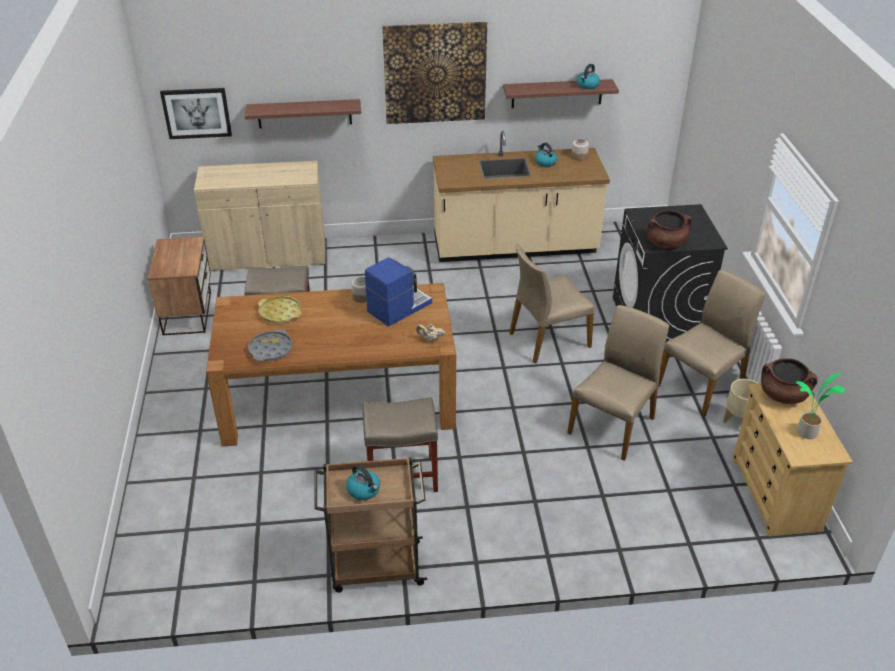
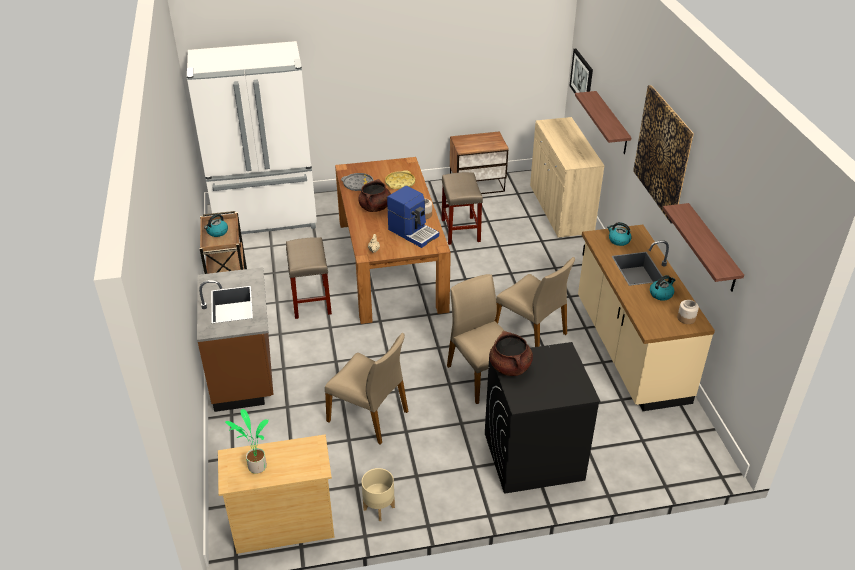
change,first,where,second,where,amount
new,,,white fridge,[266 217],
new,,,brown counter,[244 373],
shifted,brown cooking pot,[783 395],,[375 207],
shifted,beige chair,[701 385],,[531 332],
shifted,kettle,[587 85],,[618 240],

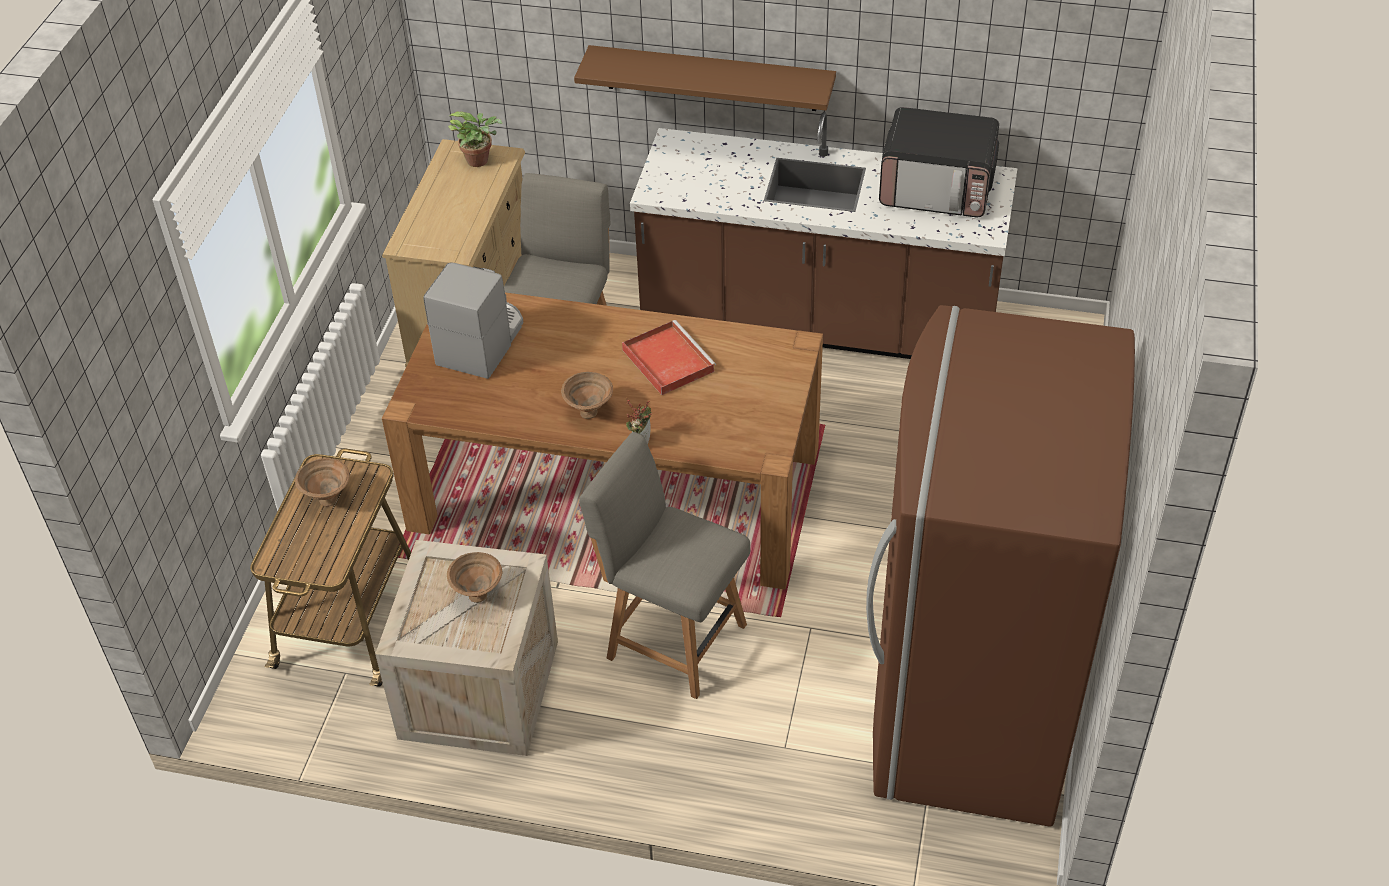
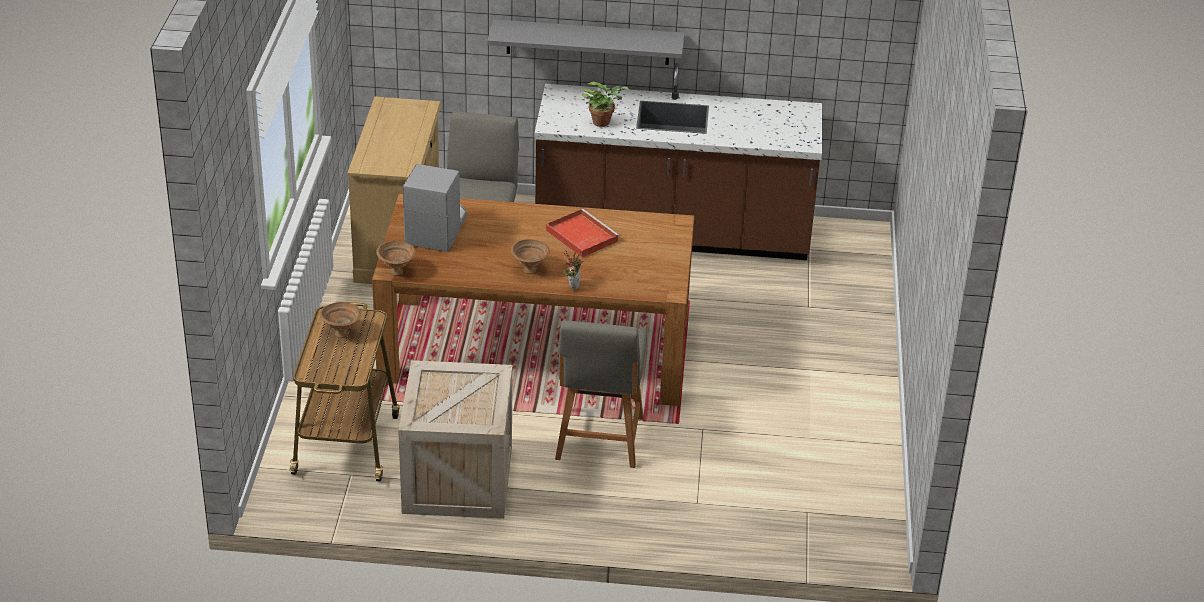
change,first,where,second,where,amount
shifted,brown bowl,[478 594],,[396 271],
repainted,brown shelf,[711 78],grey shelf,[588 42],
rotated,grey chair,[672 639],,[599 441],105 degrees counterclockwise
shifted,potted plant,[480 160],,[603 122],
gone,brown fridge,[971 708],,,
gone,microwave,[937 188],,,

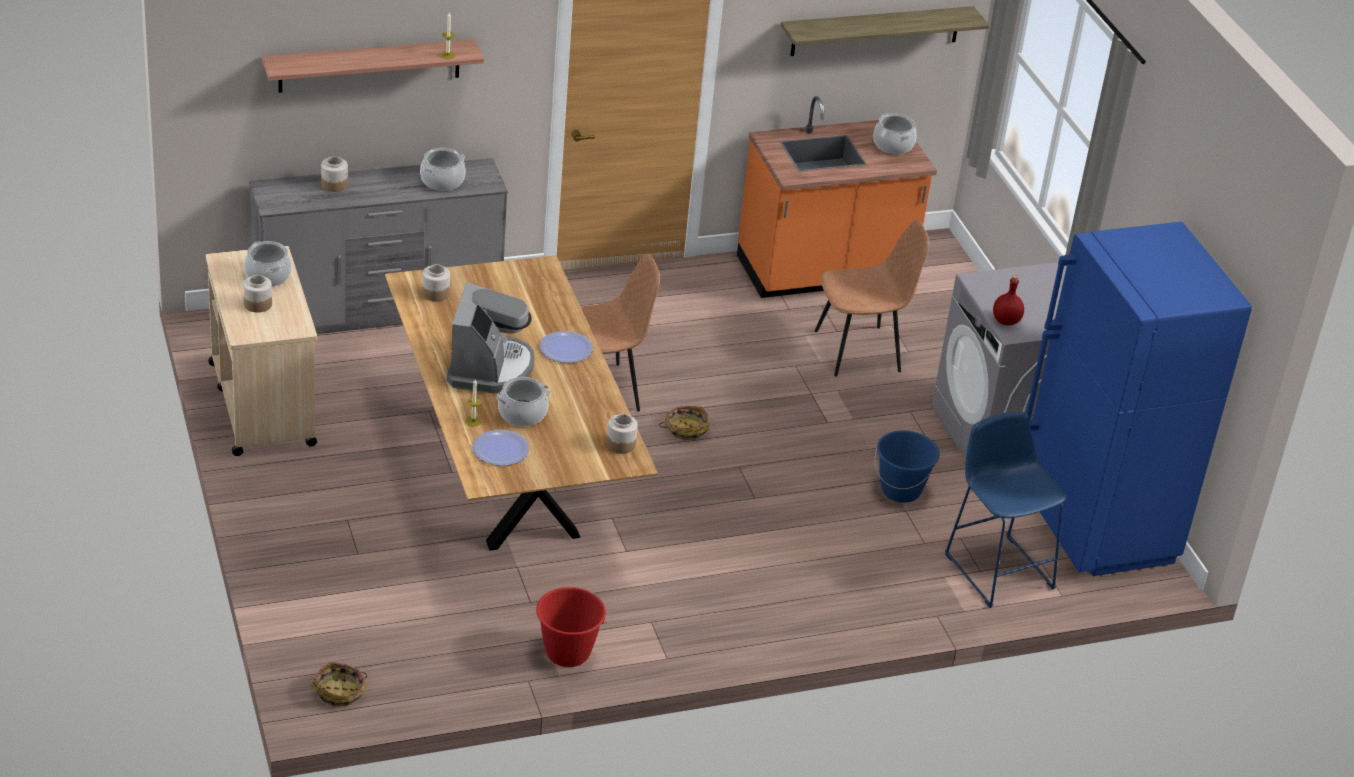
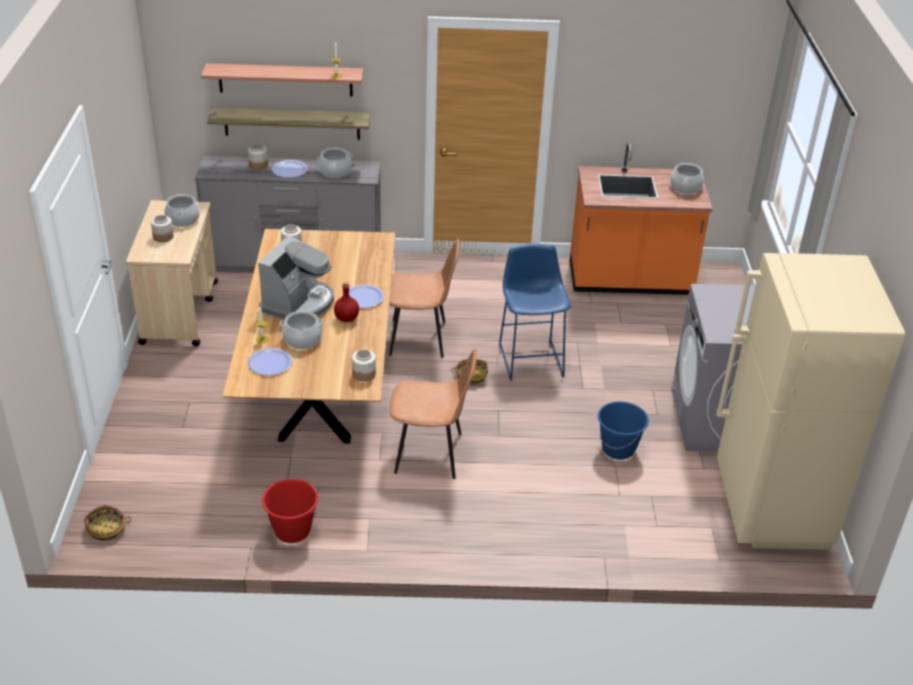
change,first,where,second,where,amount
shifted,shelf,[876 31],,[292 123],
new,,,plate,[289 170],
shifted,red bottle,[1006 321],,[347 318],
shifted,brown chair,[860 351],,[431 453],
shifted,blue stool,[996 567],,[530 357],
repainted,blue fridge,[1096 528],beige fridge,[771 508],

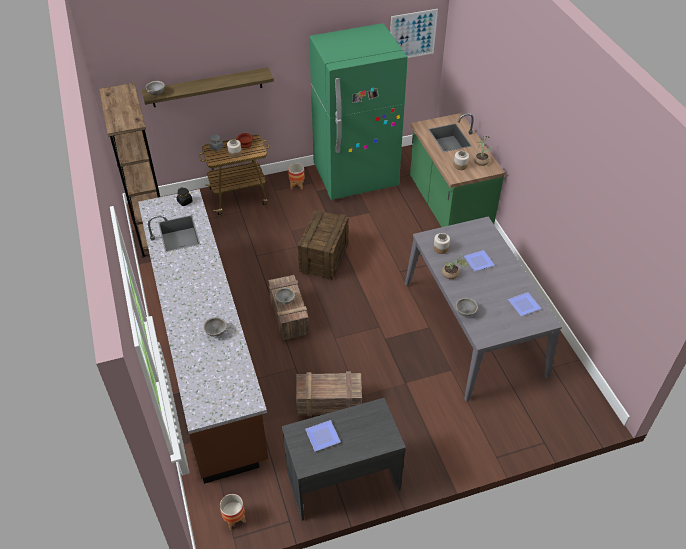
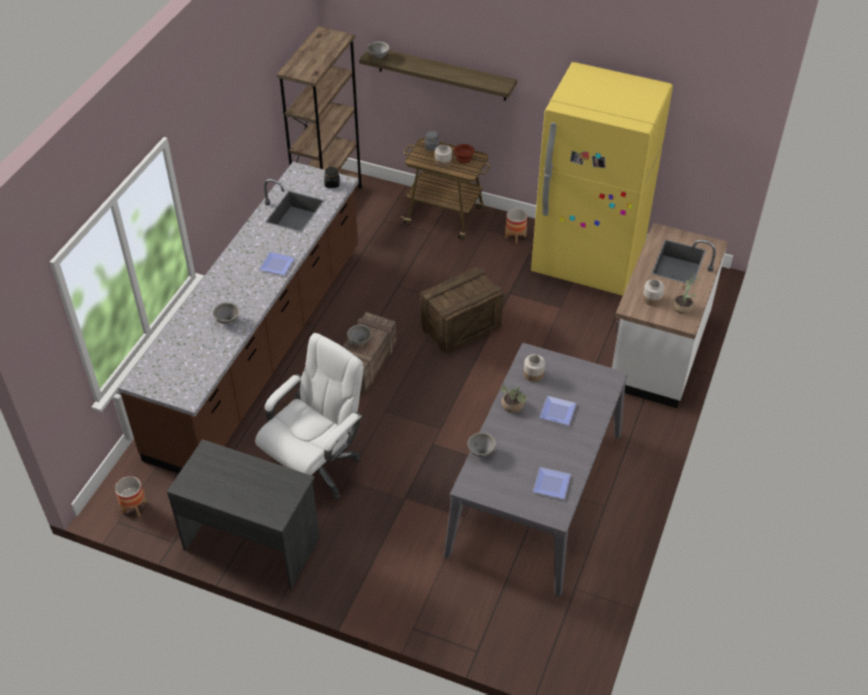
change,first,where,second,where,amount
swapped,crate,[330 402],white office chair,[316 467],
shifted,plate,[324 437],,[277 266],
repainted,green fridge,[355 177],yellow fridge,[588 262],
repainted,green counter,[448 206],white counter,[658 351],
gone,picture,[412 35],,,

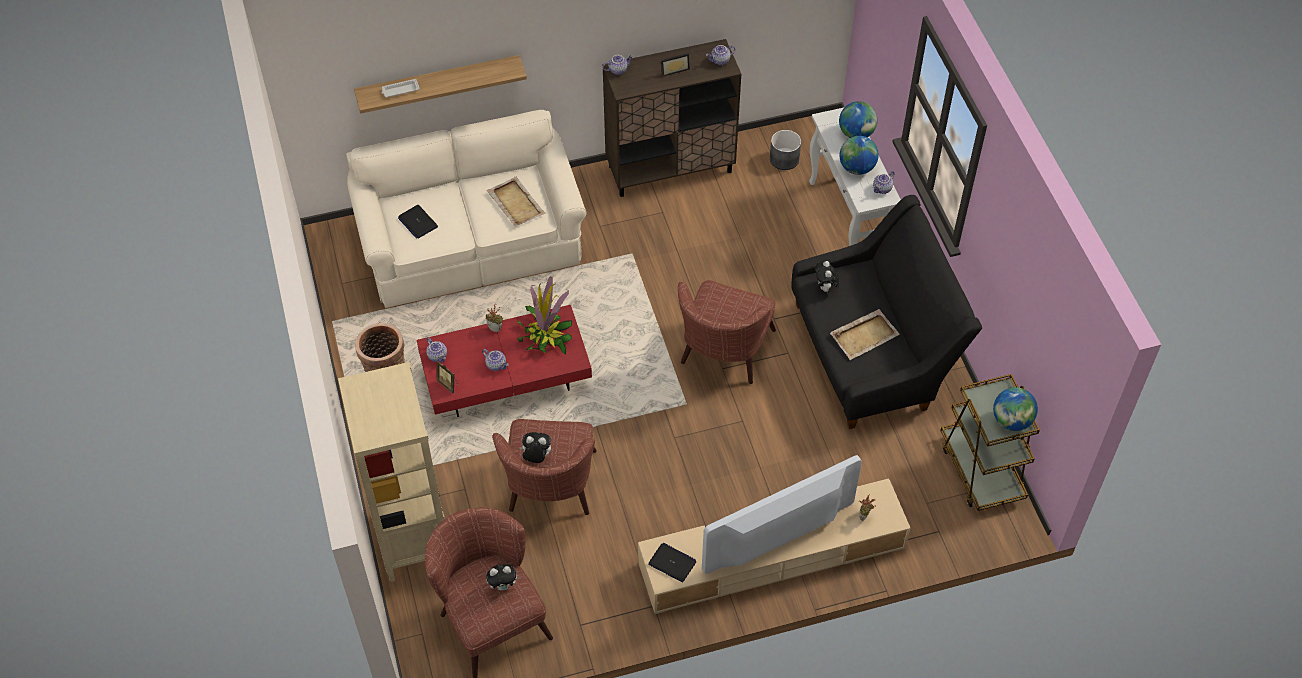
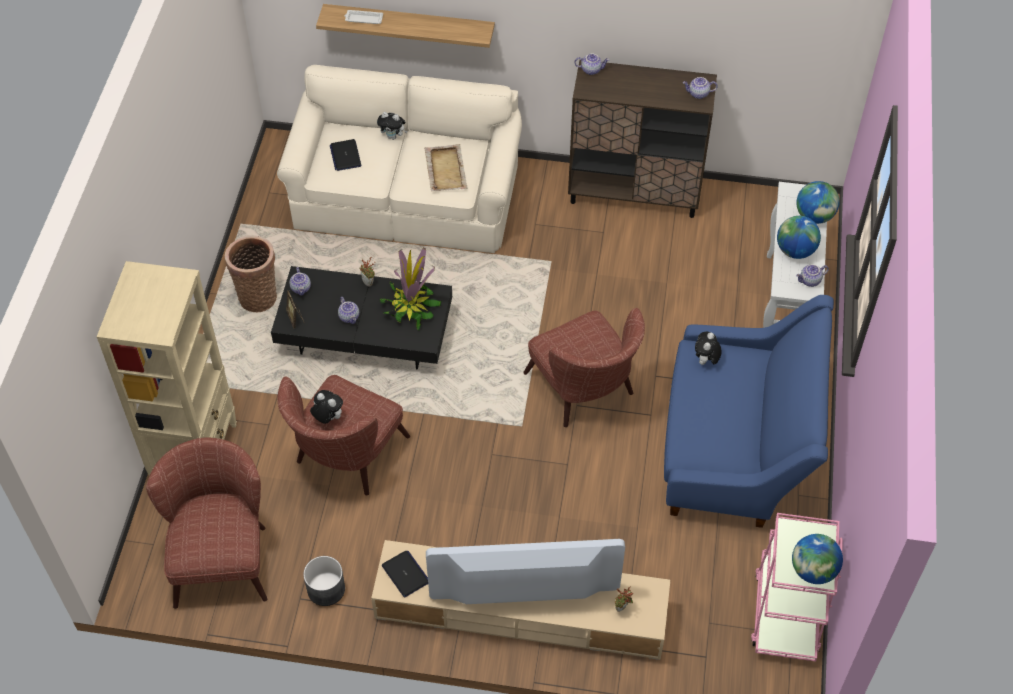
change,first,where,second,where,amount
repainted,red coffee table,[506 378],black coffee table,[366 335],
shifted,grey planter,[784 159],,[325 589],
shifted,plush toy,[503 585],,[393 136],
rotated,brown armchair,[723 355],,[584 392],75 degrees counterclockwise
repainted,black sofa,[871 353],blue sofa,[735 447],
repainted,brown cart,[981 470],pink cart,[786 612],
gone,picture frame,[674 69],,,
gone,beige tray,[865 335],,,

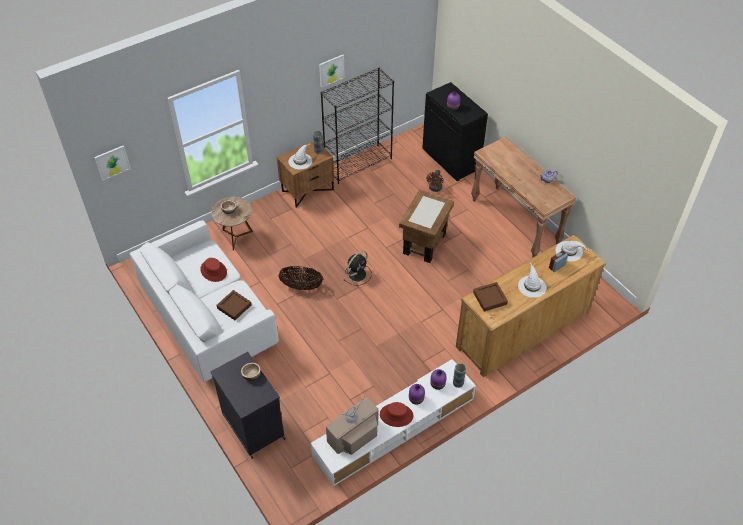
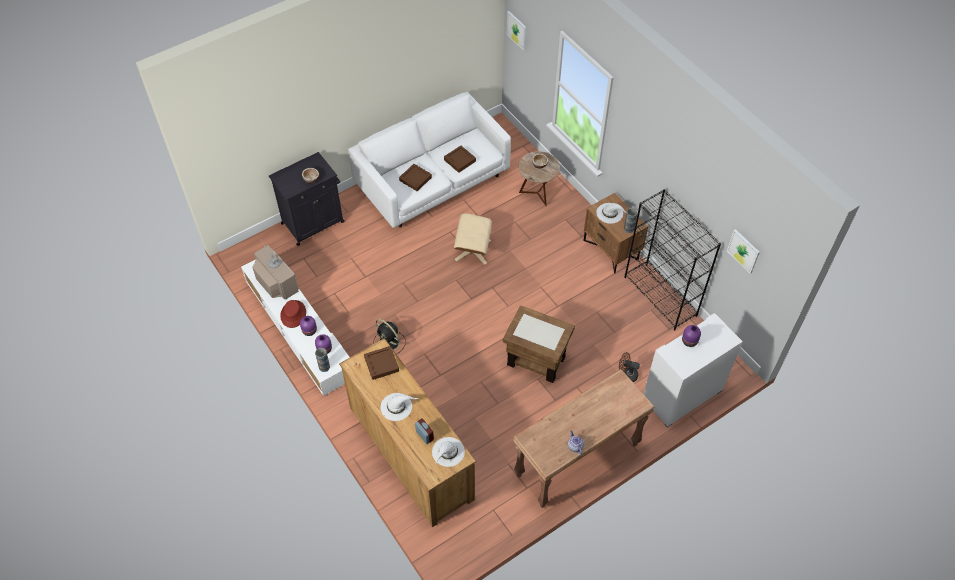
change,first,where,second,where,amount
shifted,black fan,[358 274],,[389 343],
swapped,red hat,[213 271],brown tray,[459 160],
swapped,basket,[301 286],beige ottoman,[472 250],
repainted,black cabinet,[451 159],white cabinet,[682 395],
shifted,picture,[331 70],,[743 251],

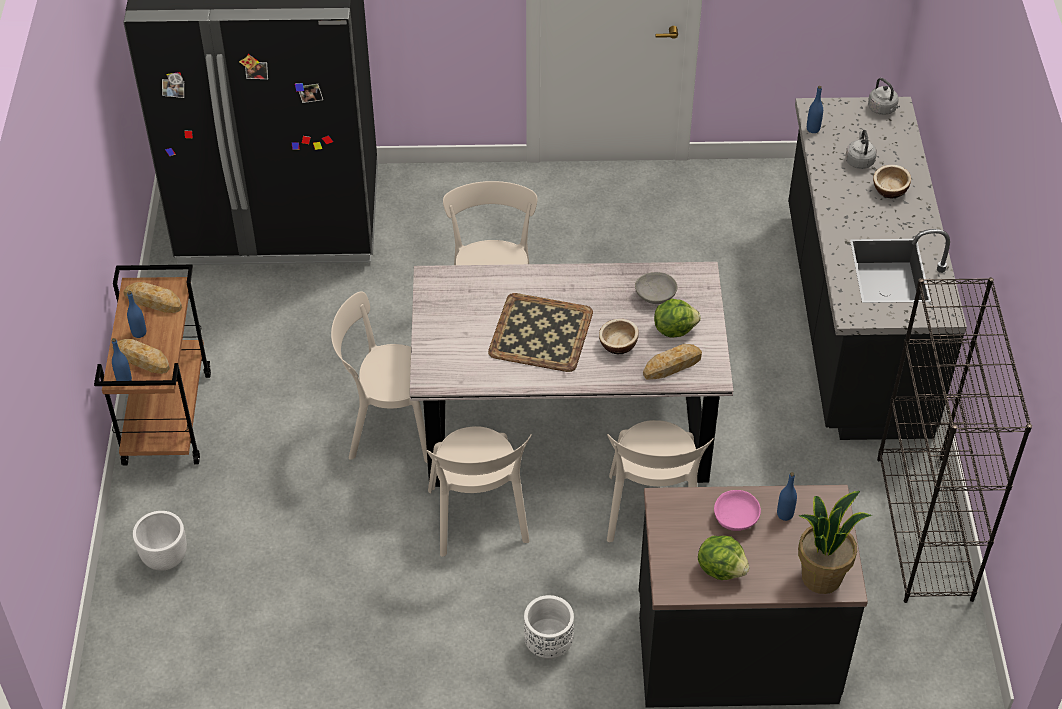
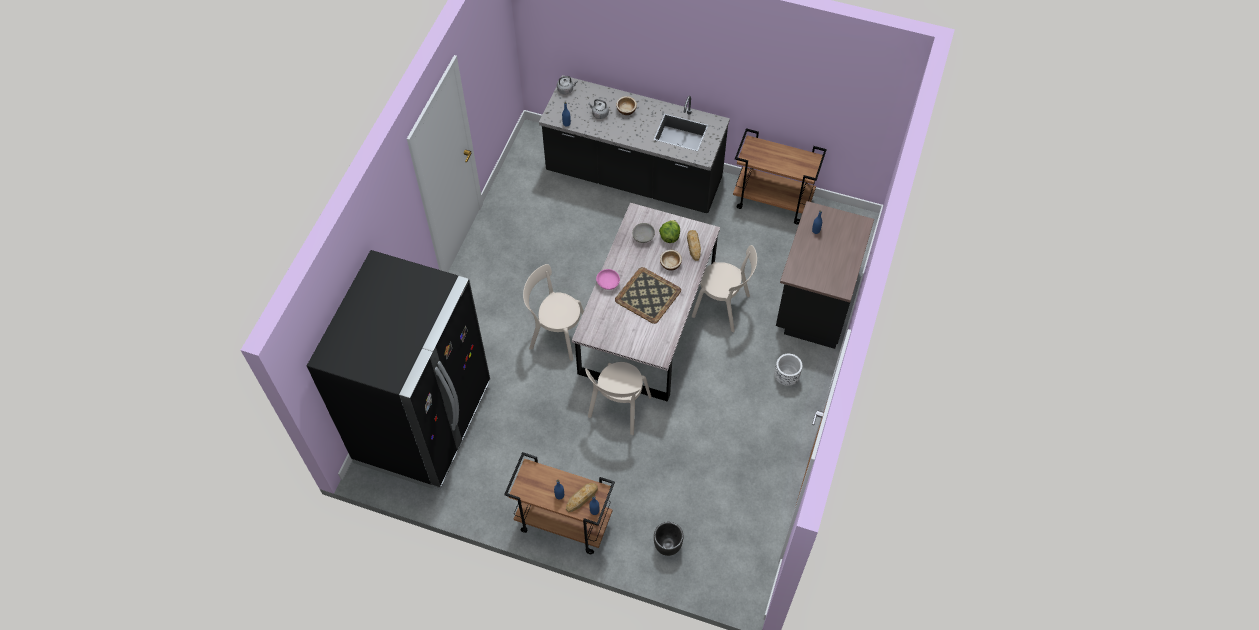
change,first,where,second,where,amount
shifted,pink bowl,[736 519],,[608 283],
repainted,white planter,[164 558],black planter,[667 546],
swapped,black bookcase,[925 528],brown cart,[773 201],
gone,bread,[153 301],,,
gone,beige chair,[478 520],,,
gone,lettuce,[721 569],,,
gone,potted plant,[821 576],,,

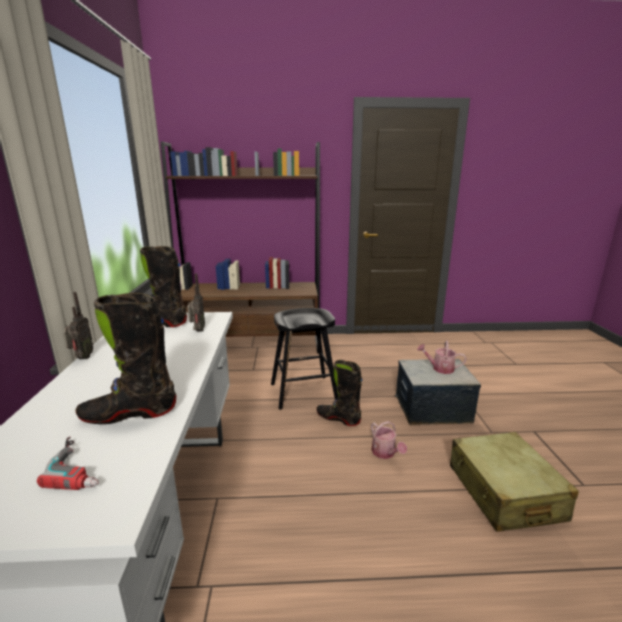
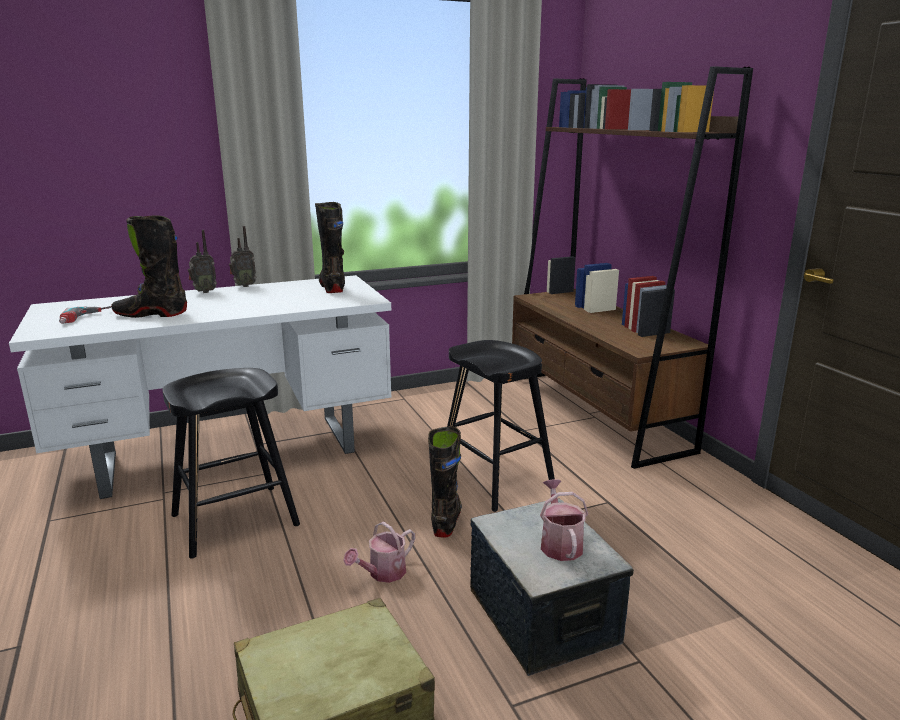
change,first,where,second,where,amount
rotated,black boot,[129 413],,[151 314],60 degrees counterclockwise
new,,,black stool,[234 520],
shifted,radio,[197 331],,[204 291],

